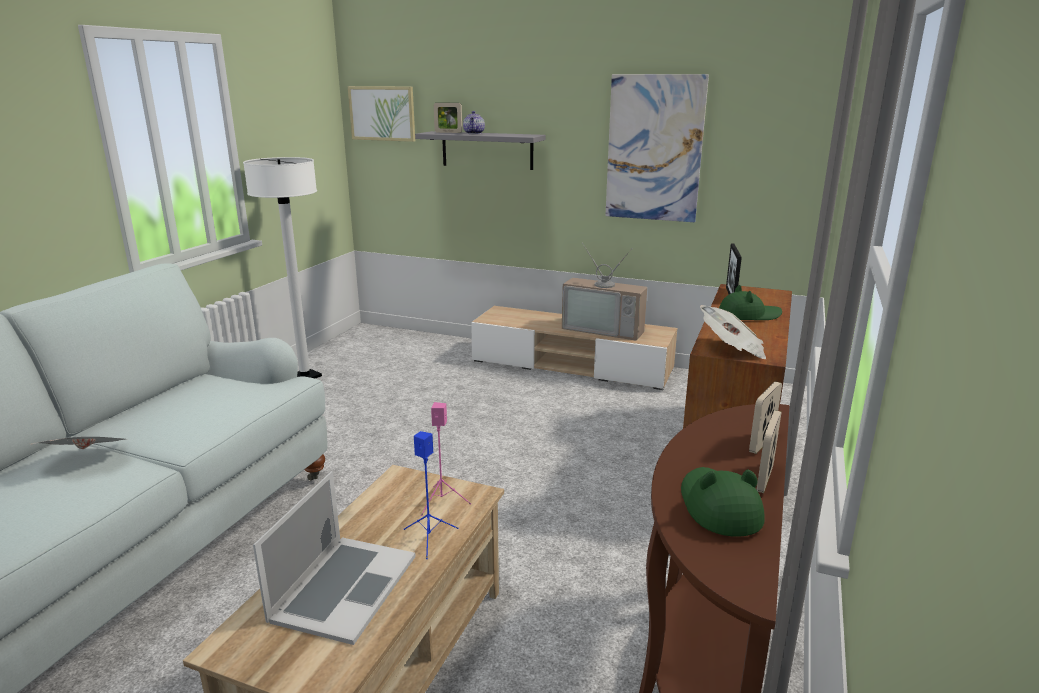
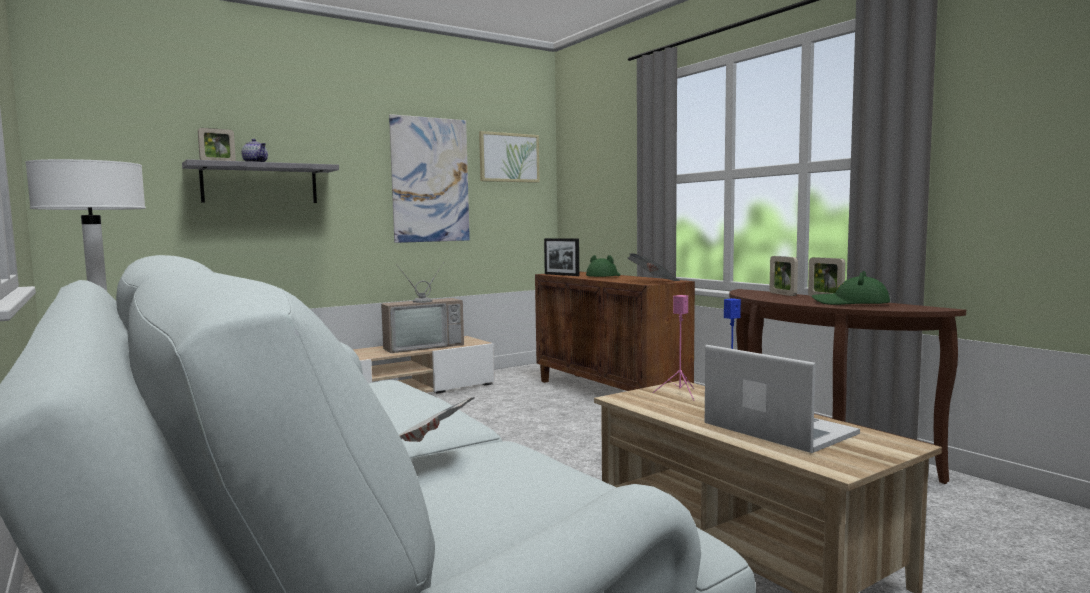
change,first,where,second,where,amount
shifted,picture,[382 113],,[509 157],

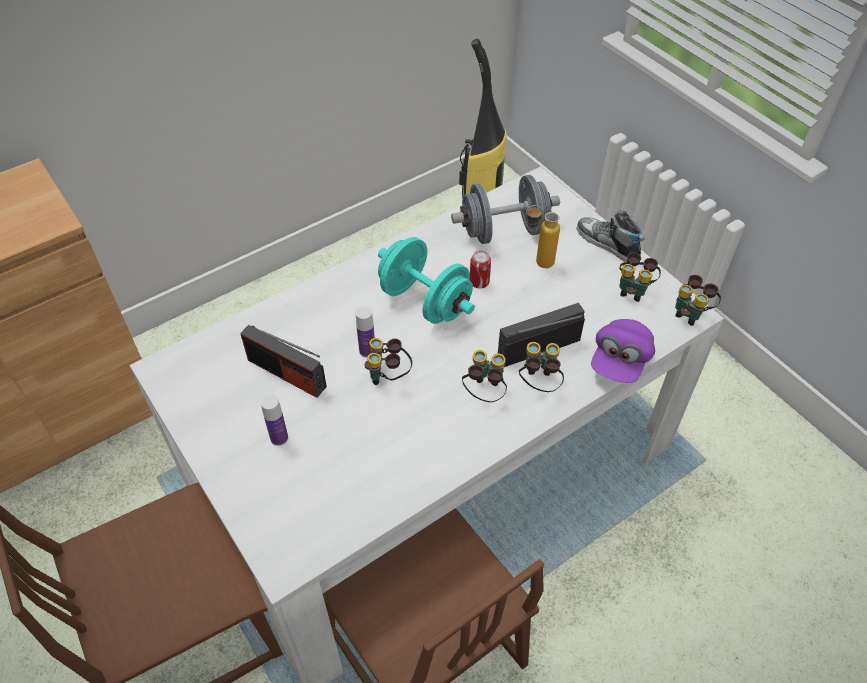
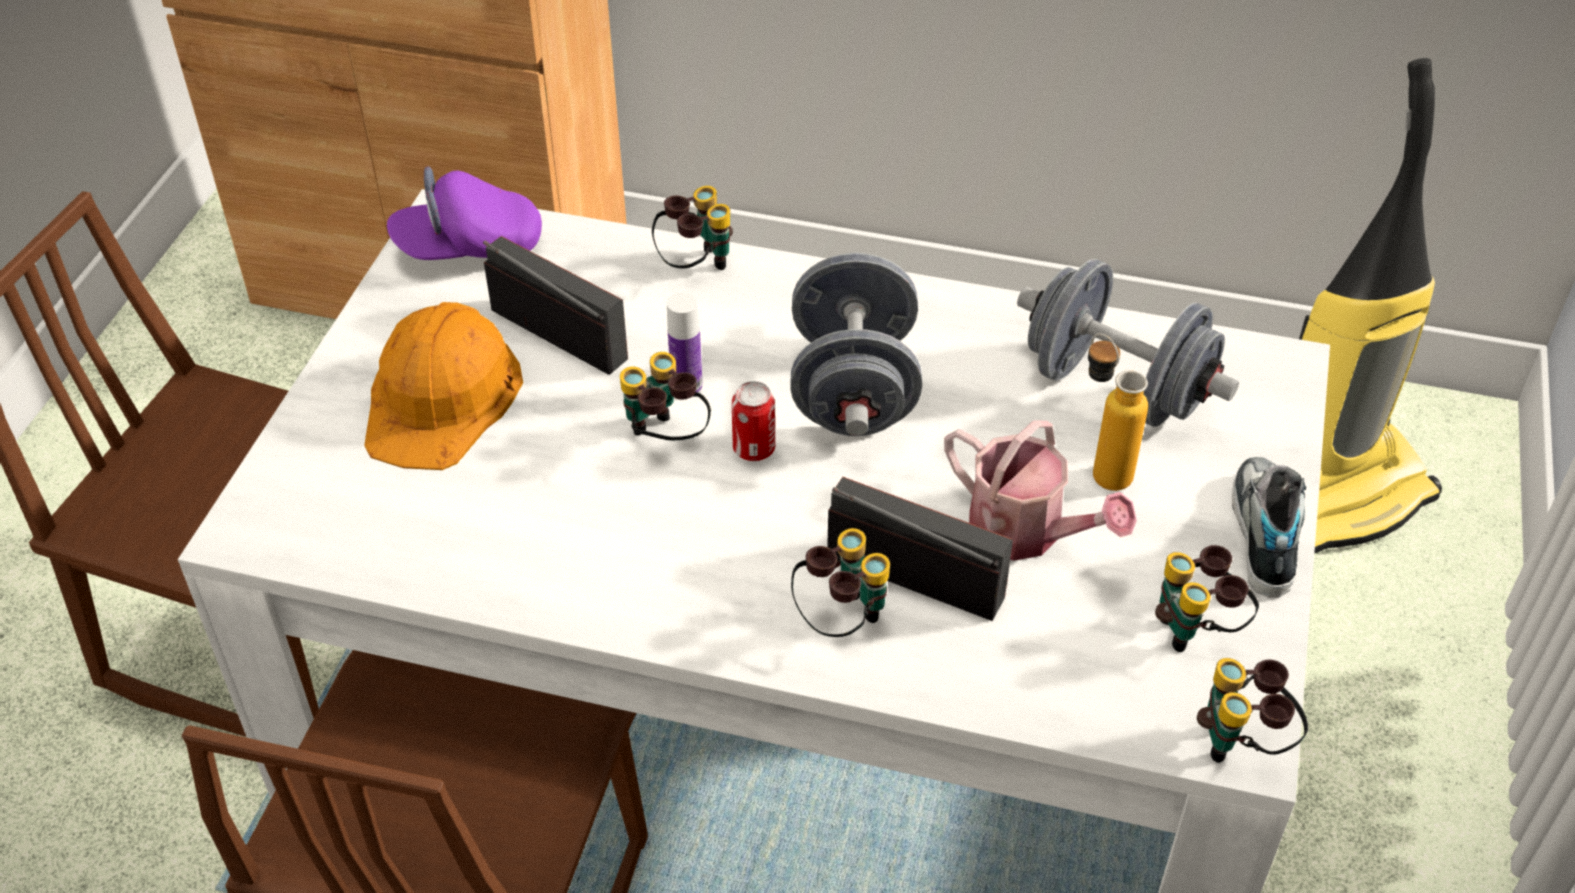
change,first,where,second,where,amount
swapped,bottle,[279 438],orange hard hat,[442 397],
shifted,purple cap,[620 361],,[469 247],
rotated,radio,[287 373],,[558 334],135 degrees clockwise
shifted,binoculars,[484 392],,[695 265],
shifted,can,[479 282],,[754 449],
repainted,turquoise dumbbell,[425 301],grey dumbbell,[853 389],
new,,,watering can,[1026 533],

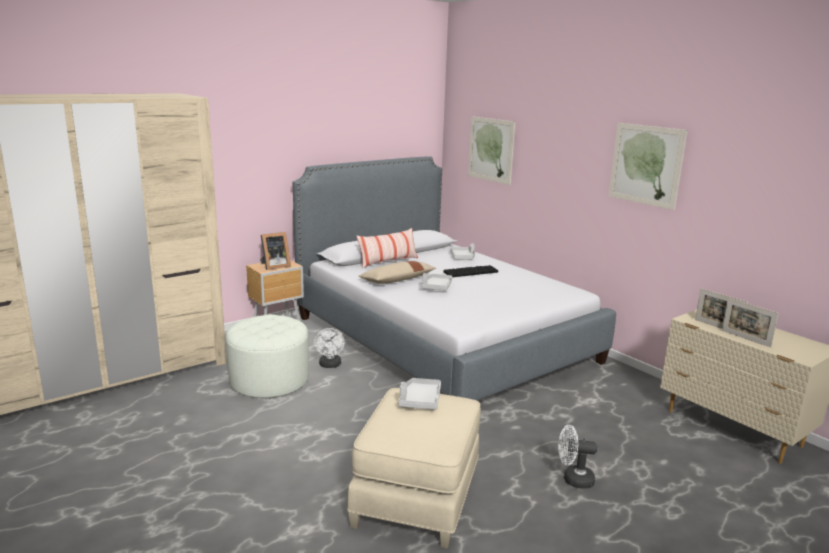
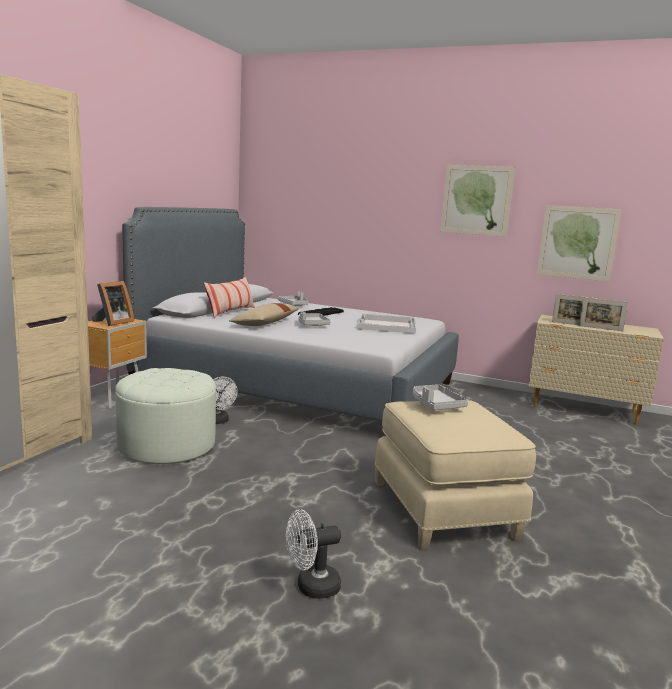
change,first,where,second,where,amount
shifted,white fan,[573 479],,[311 587],
new,,,white tray,[387 325],
shifted,picture,[491 149],,[577 243],

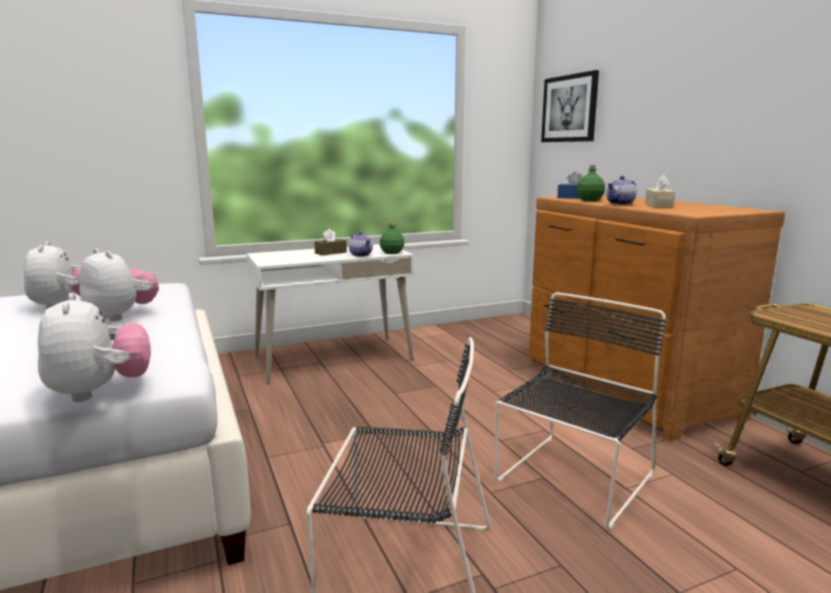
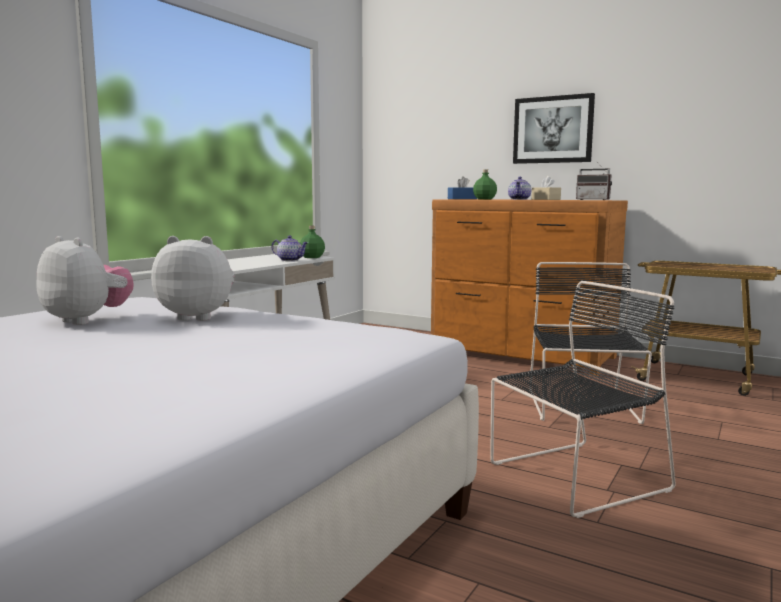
change,first,where,second,where,amount
shifted,picture,[569 108],,[553 130],
new,,,radio,[594 200],
gone,plush toy,[99 392],,,
gone,brown tissue box,[330 253],,,

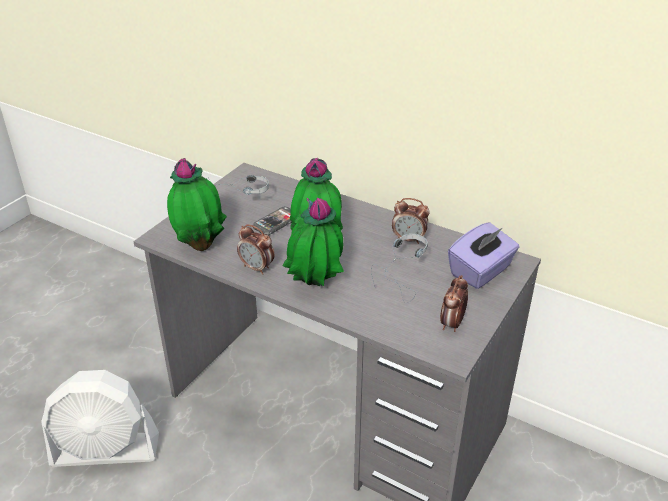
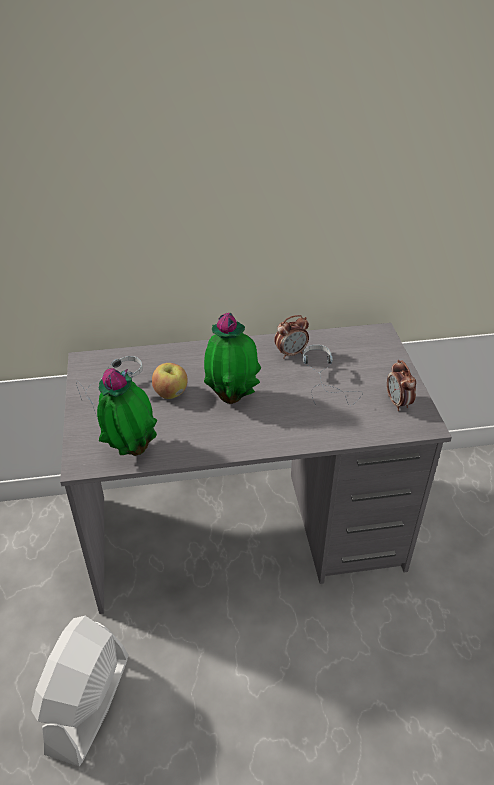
change,first,where,second,where,amount
rotated,white fan,[106 450],,[88 704],150 degrees clockwise
swapped,phone,[276 222],apple,[171 393],
gone,alarm clock,[257 268],,,
gone,potted plant,[315 287],,,
gone,purple tissue box,[481 272],,,

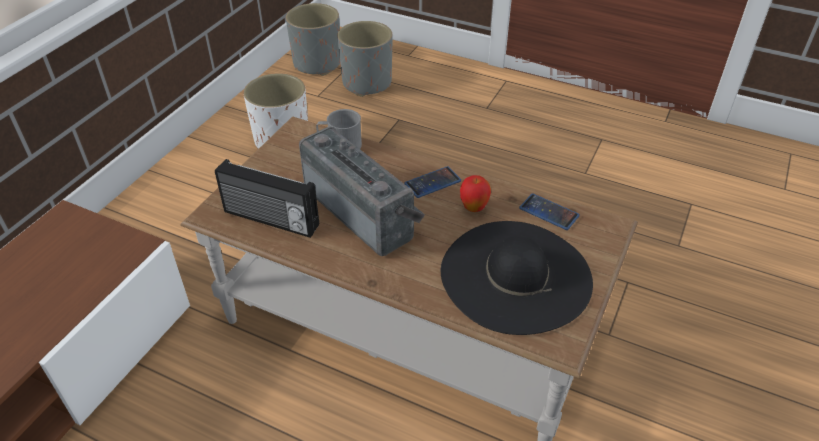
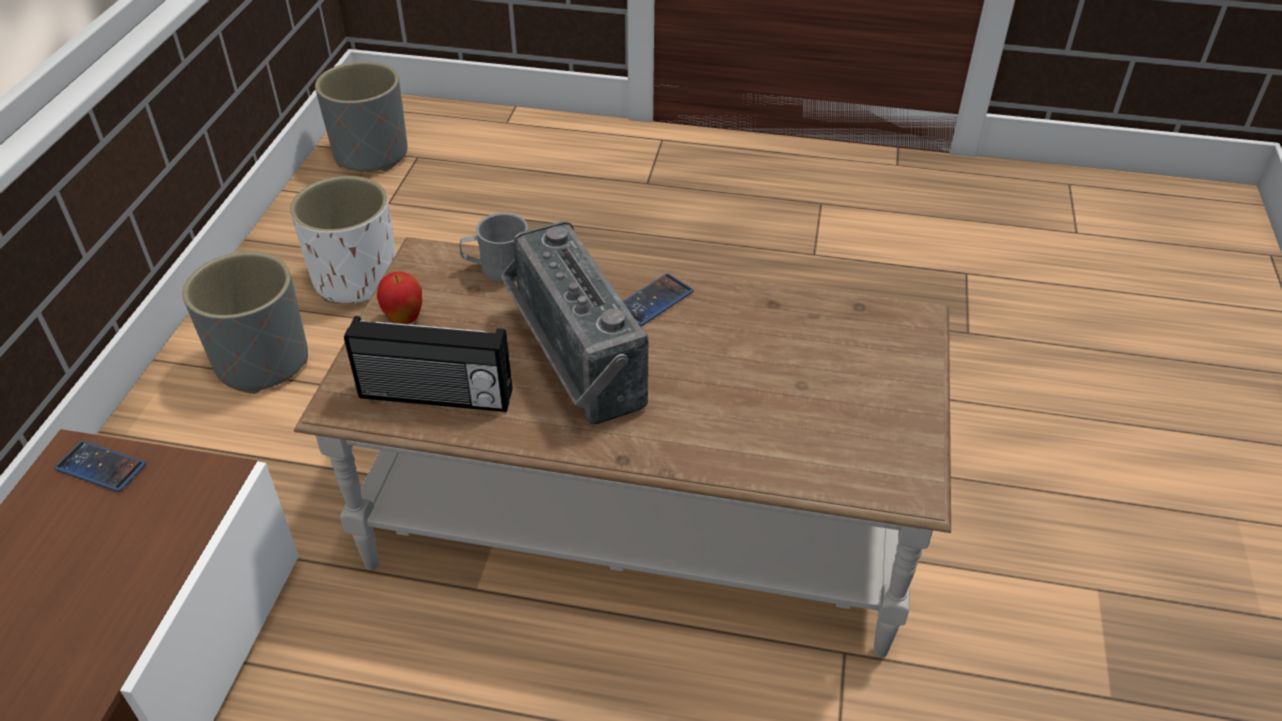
change,first,where,second,where,amount
shifted,phone,[549 212],,[101 467],
shifted,grey planter,[367 83],,[262 362],
shifted,apple,[474 208],,[404 319],
rotated,radio,[363 211],,[570 358],150 degrees counterclockwise
gone,black hat,[515 275],,,

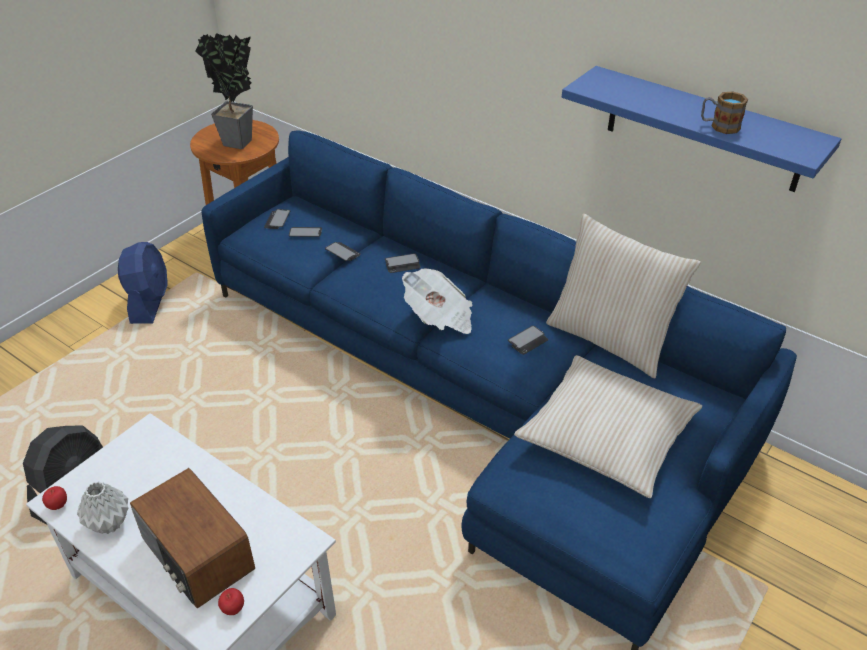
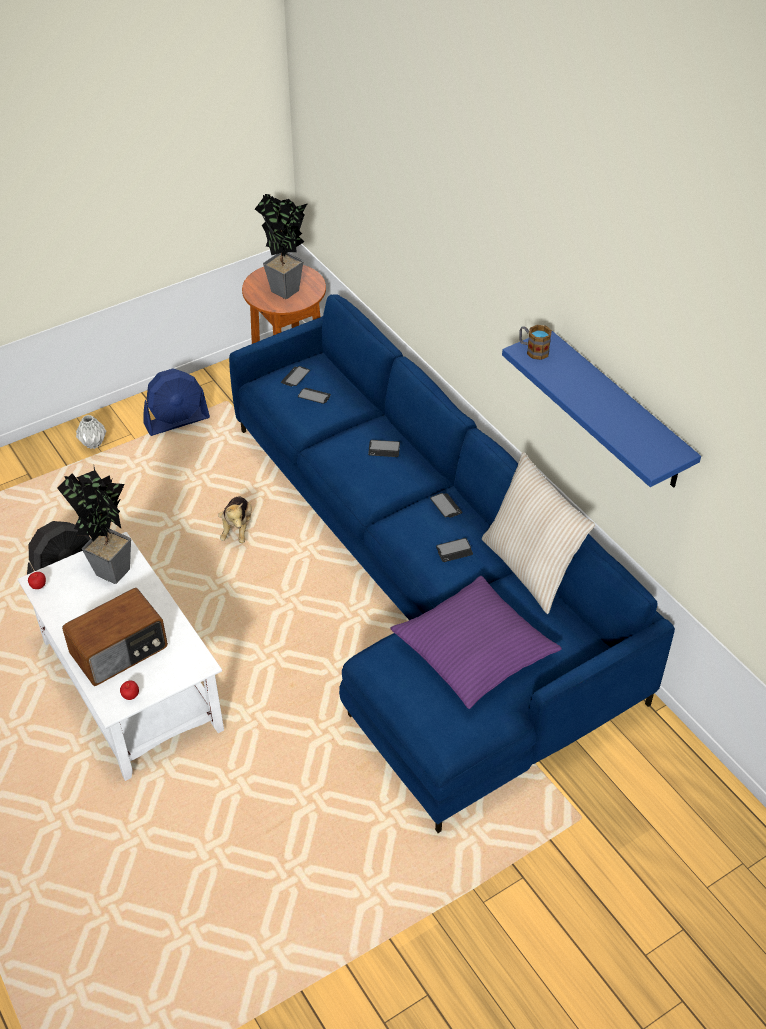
change,first,where,second,where,amount
new,,,potted plant,[110 567],
rotated,radio,[197 555],,[120 651],105 degrees counterclockwise
shifted,grey vase,[109 524],,[93 444],
rotated,blue fan,[149 302],,[177 421],45 degrees clockwise
new,,,plush toy,[237 528],
repainted,beige pillow,[606 435],purple pillow,[474 650],
shifted,phone,[342 252],,[446 506],
shifted,mug,[719 126],,[533 350],
gone,newspaper,[439 317],,,

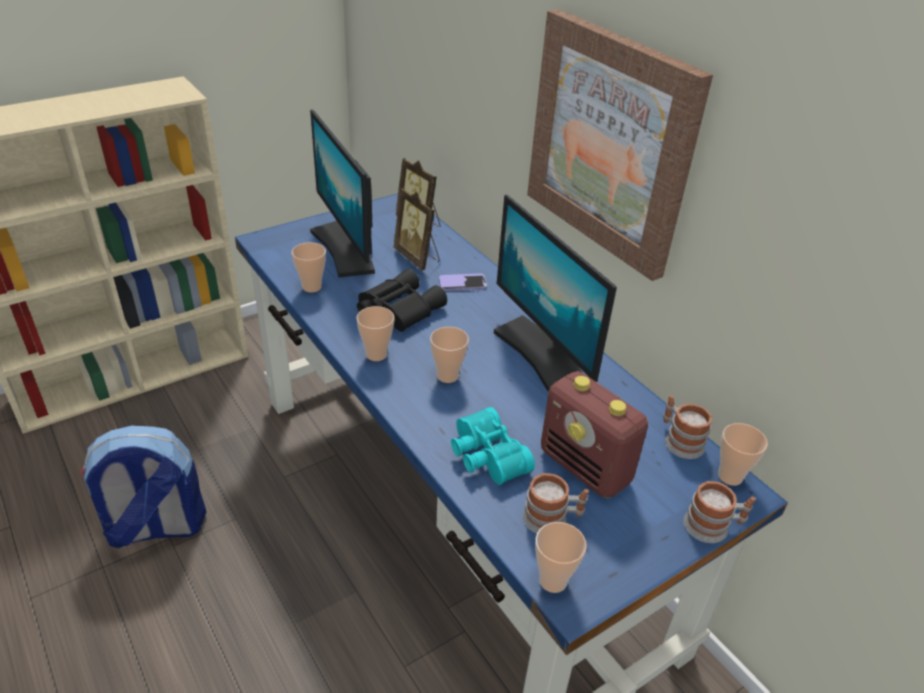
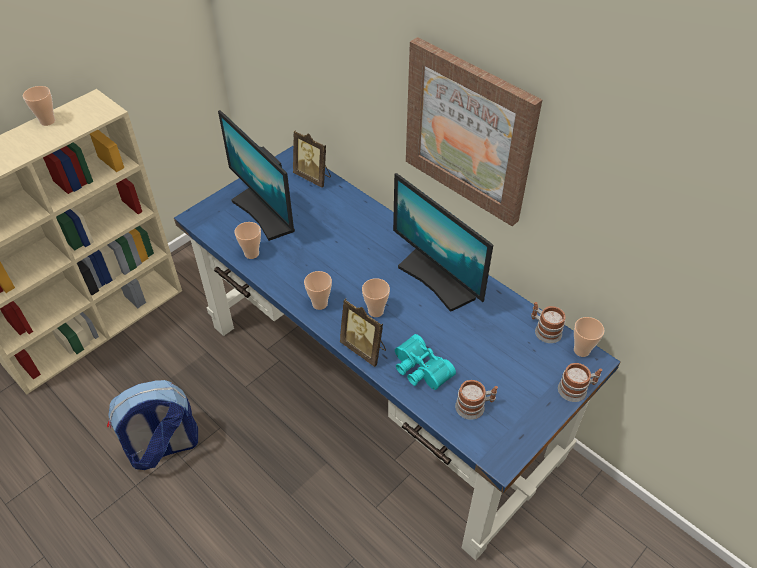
change,first,where,second,where,amount
shifted,cup,[553 581],,[47 121],
shifted,picture frame,[418 257],,[364 349],
gone,black binoculars,[397 309],,,
gone,phone,[462 284],,,
gone,radio,[586 467],,,

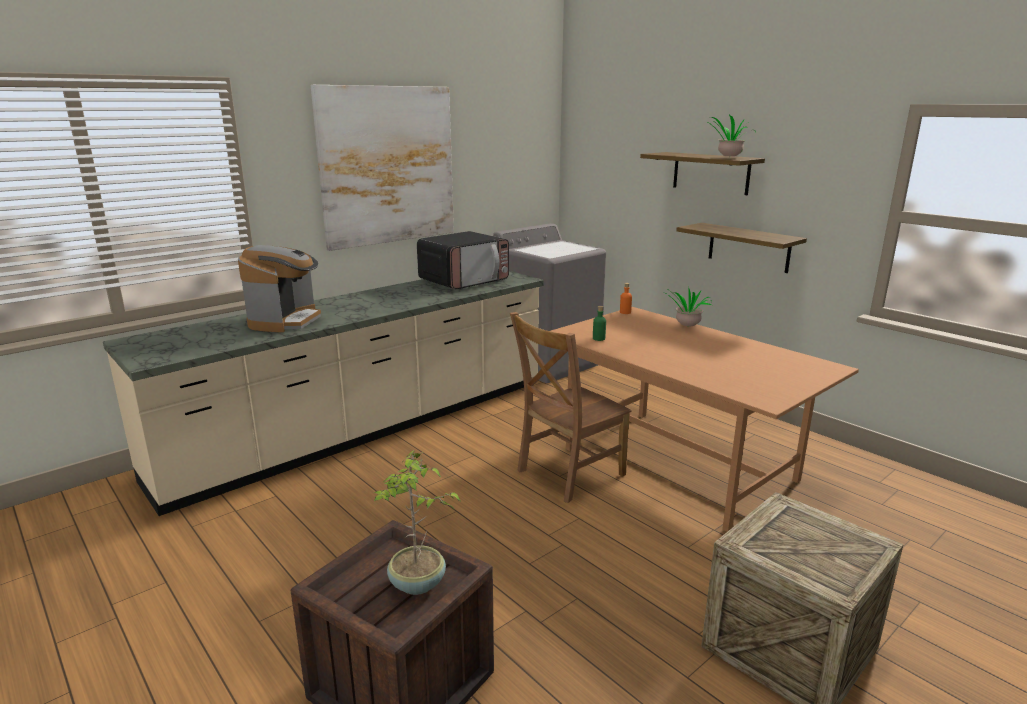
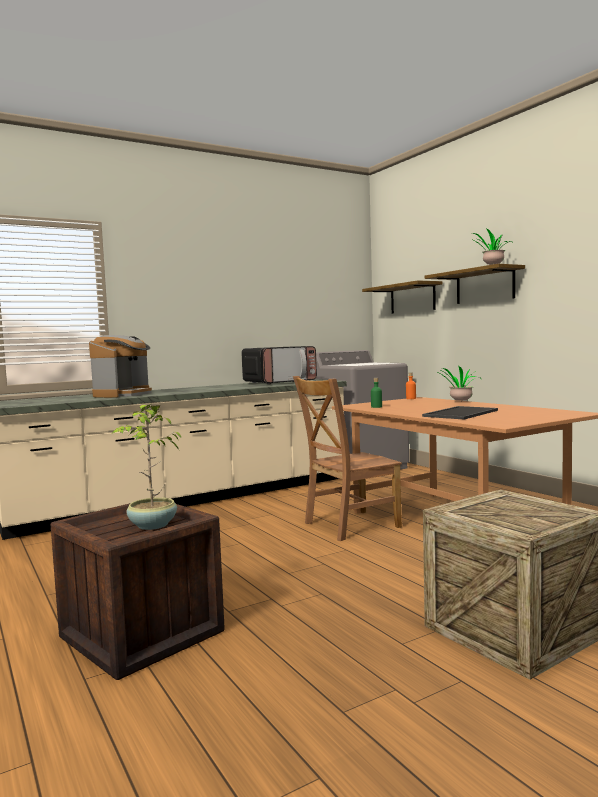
change,first,where,second,where,amount
shifted,shelf,[748 247],,[412 298],
new,,,tray,[460 413],
gone,picture,[388 166],,,

